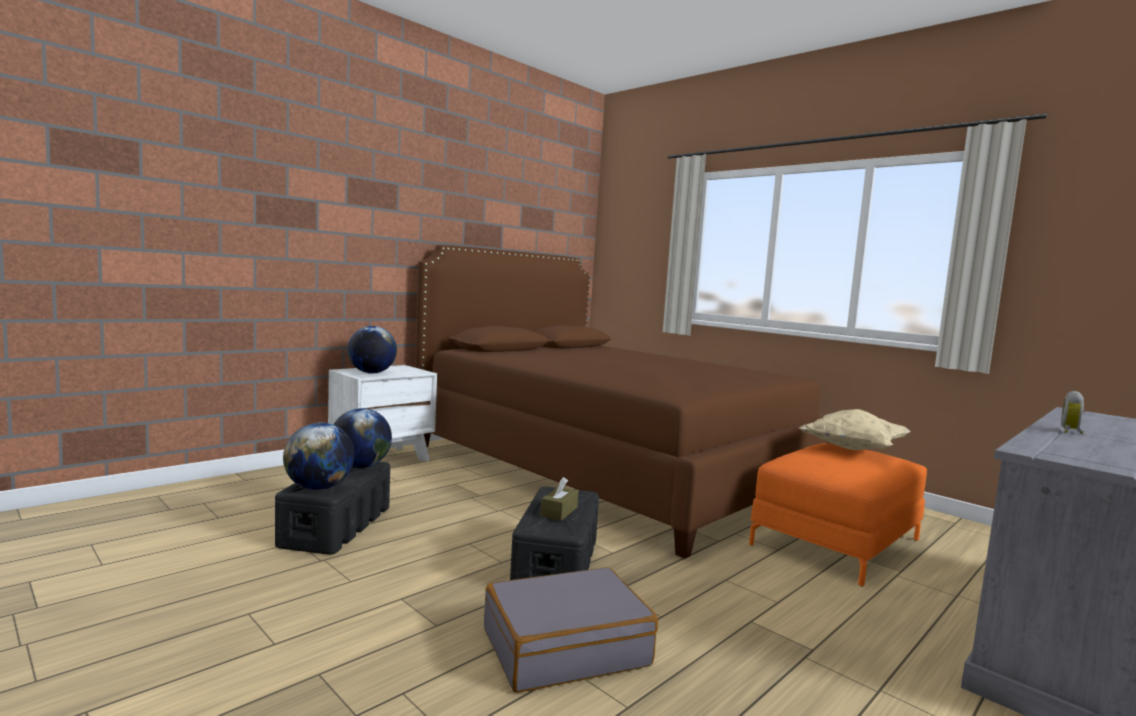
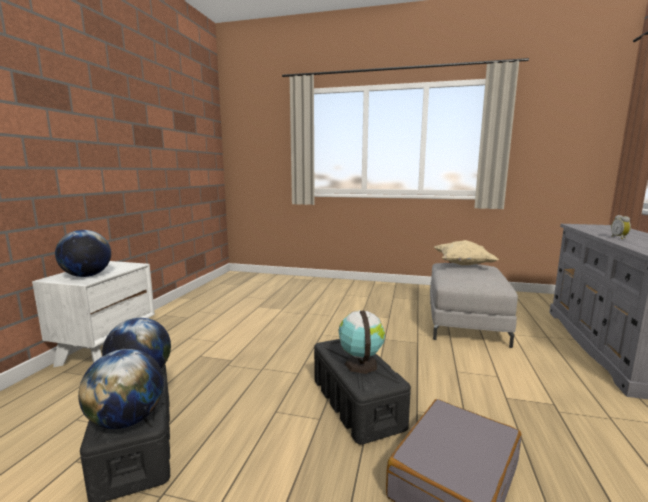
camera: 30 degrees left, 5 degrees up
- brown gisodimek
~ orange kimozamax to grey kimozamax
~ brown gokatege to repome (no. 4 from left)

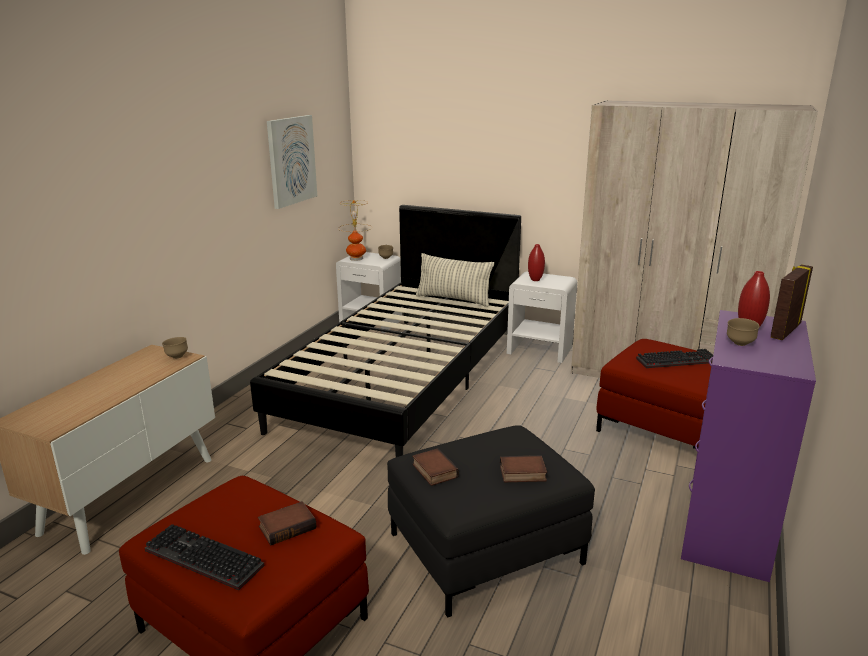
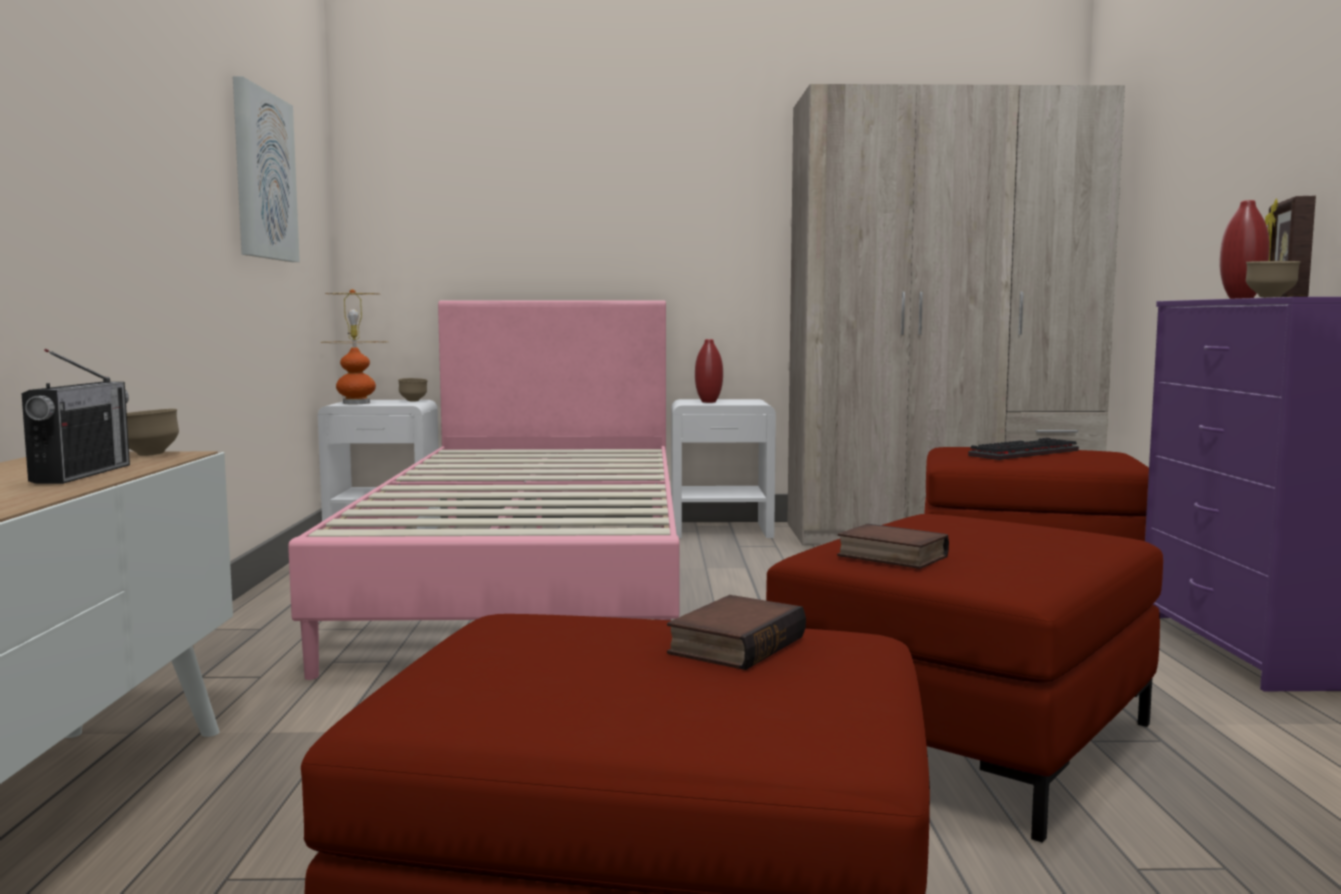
camera: 25 degrees left, 15 degrees down
~ black gisodimek to pink gisodimek
- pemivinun
~ black kimozamax to red kimozamax (no. 2 from left)
- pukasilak (no. 3 from left)
- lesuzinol (no. 1 from left)
+ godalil

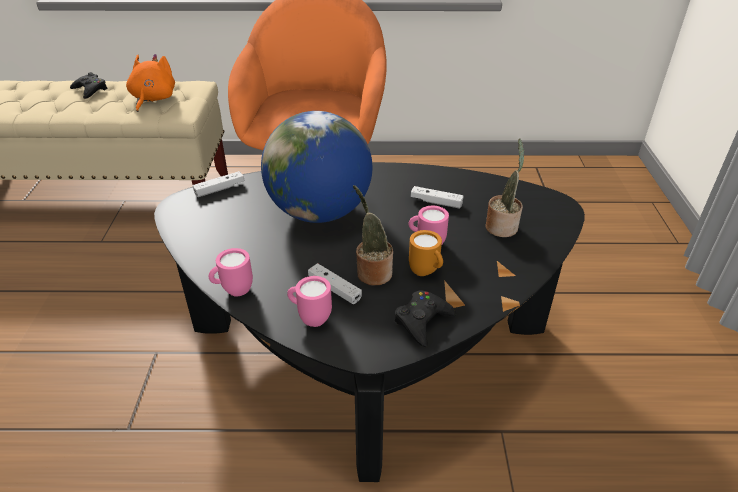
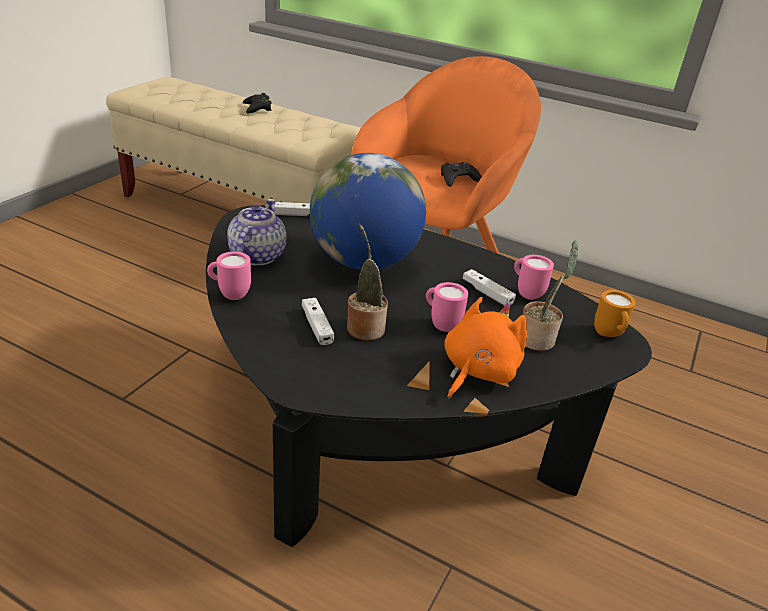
camera: 25 degrees right, 5 degrees down
~ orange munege
~ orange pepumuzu
~ pink pepumuzu (no. 2 from left in the first image) to pink pepumuzu (no. 3 from left)
~ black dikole (no. 2 from left)
+ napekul

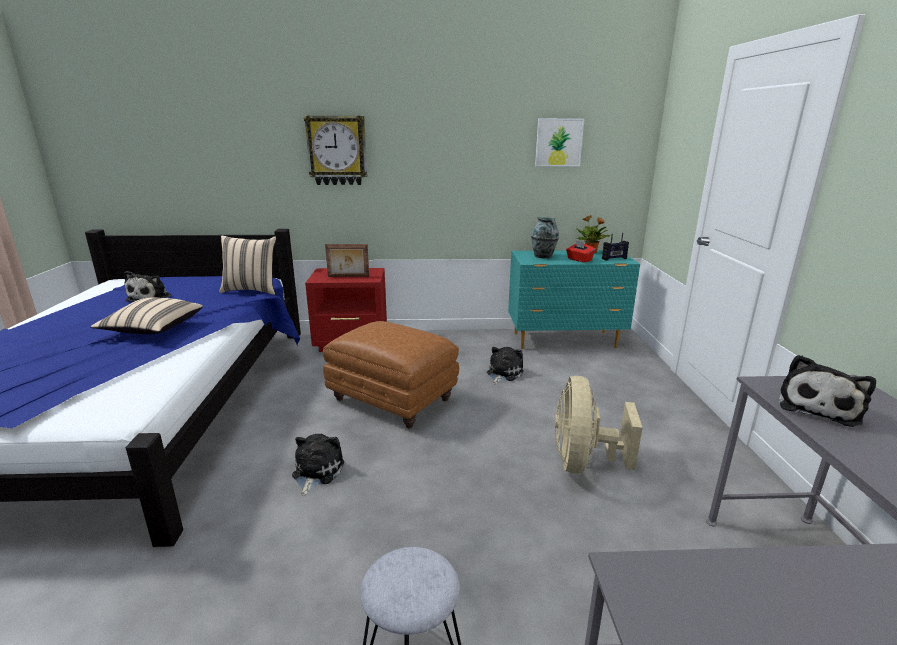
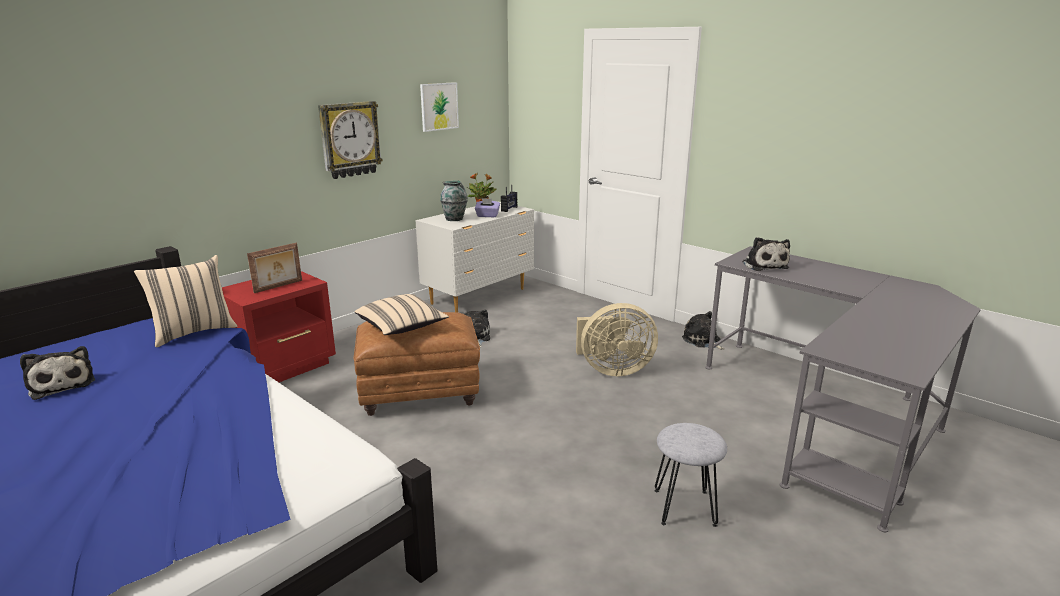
camera: 45 degrees left, 0 degrees up
~ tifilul
~ red gokatege to purple gokatege
~ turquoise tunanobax to white tunanobax
~ beige pemivinun (no. 1 from left in the first image) to beige pemivinun (no. 2 from left)
~ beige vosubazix 60 degrees counterclockwise
~ munege (no. 2 from left in the first image) to munege (no. 3 from left)

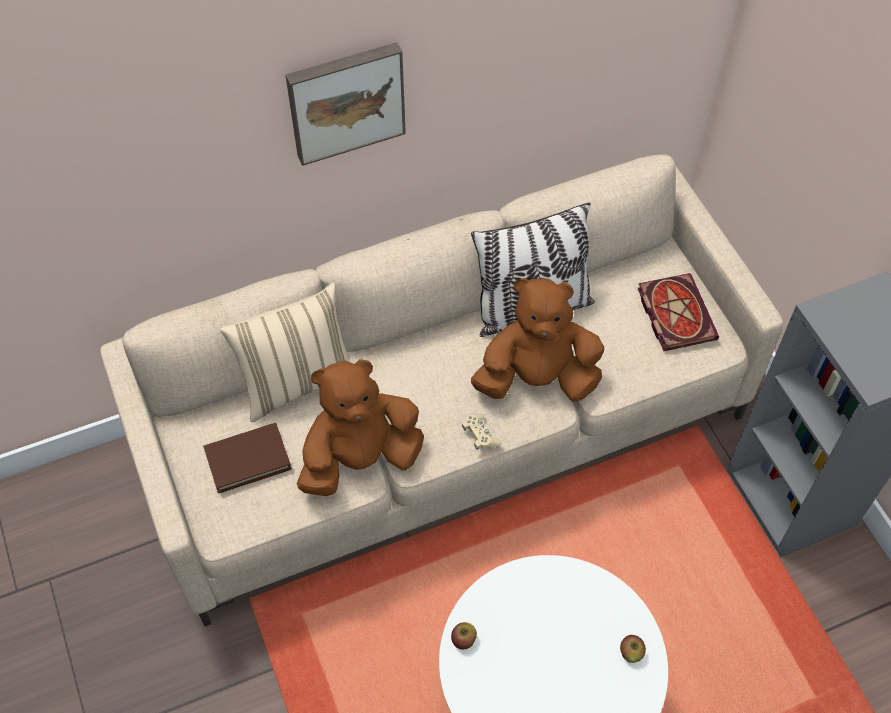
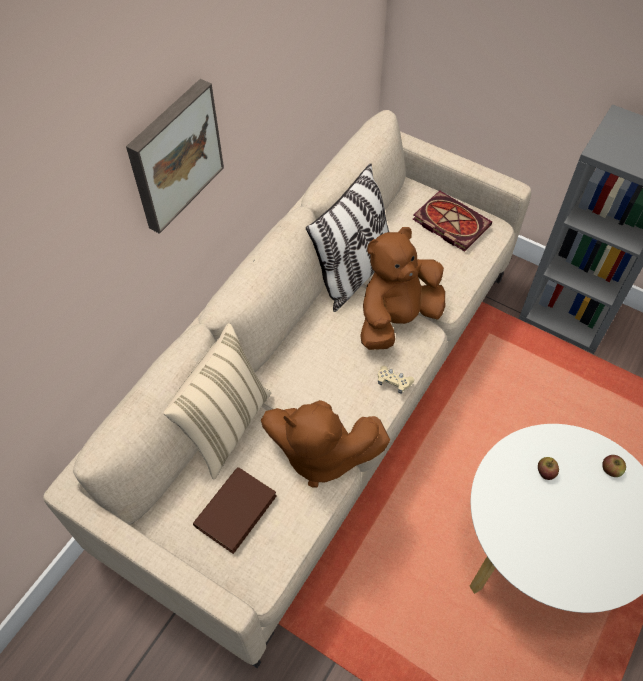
camera: 35 degrees left, 0 degrees up
~ brown munege (no. 1 from left) 105 degrees counterclockwise
~ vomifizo (no. 1 from left)

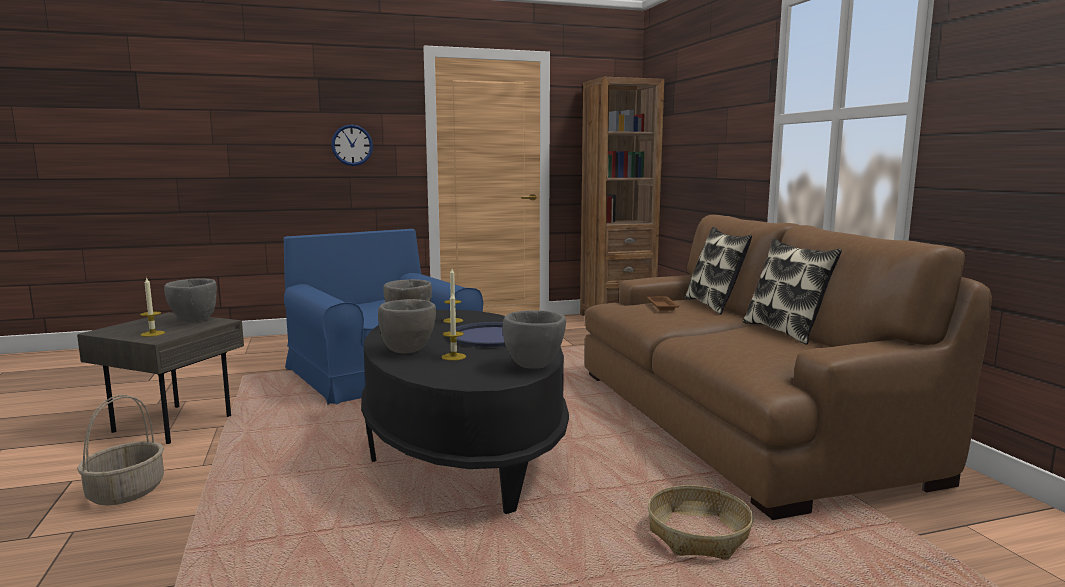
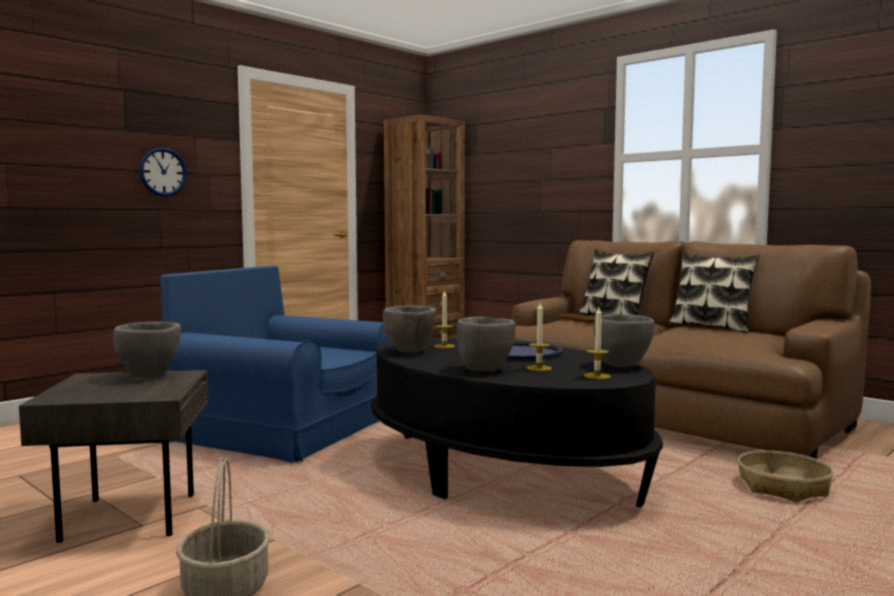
camera: 30 degrees left, 5 degrees down
~ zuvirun (no. 1 from left in the first image) to zuvirun (no. 3 from left)

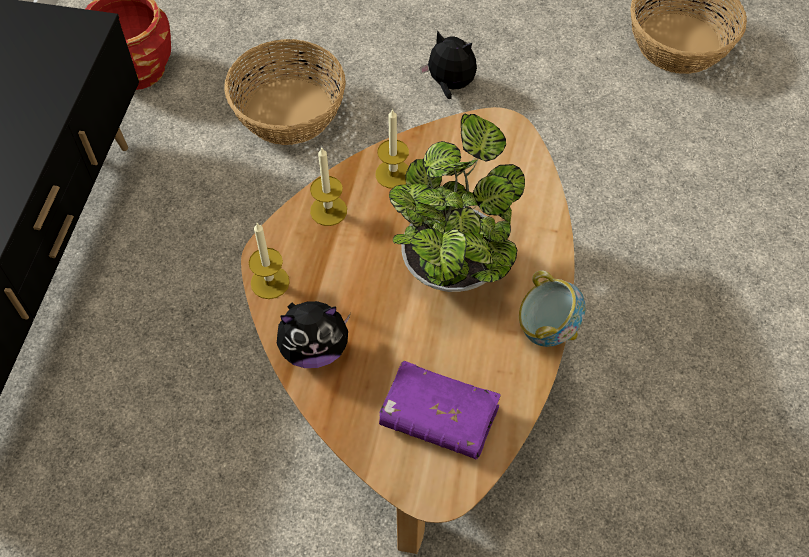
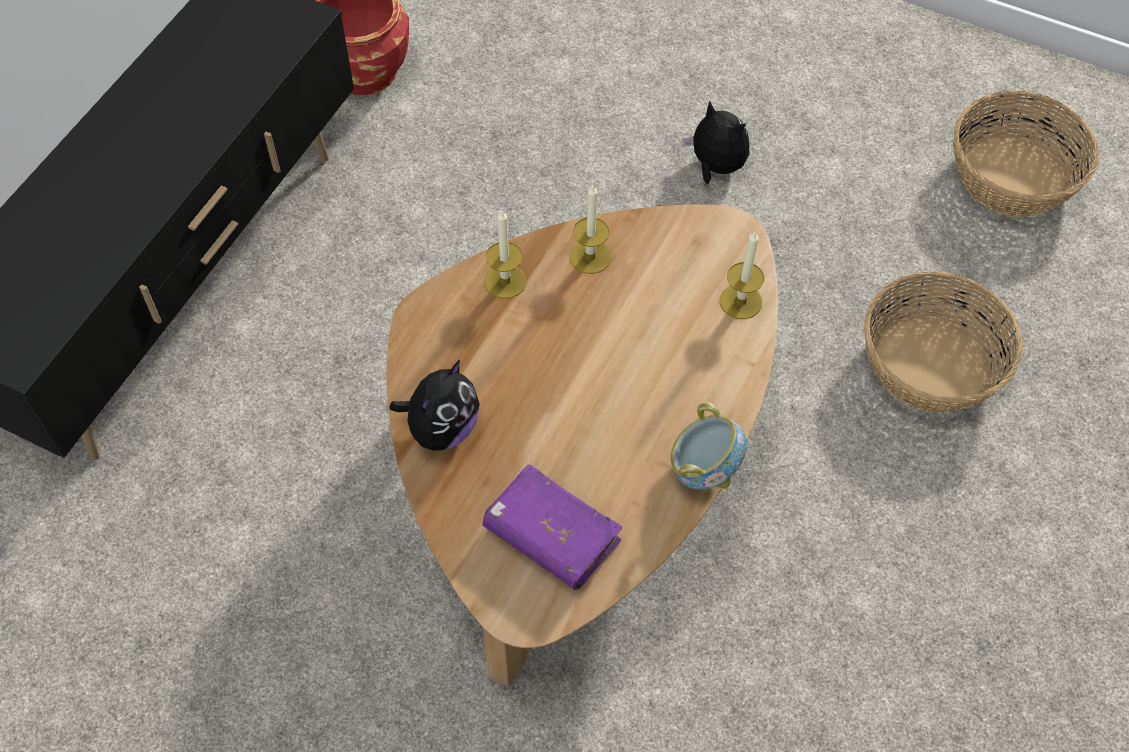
camera: 15 degrees right, 0 degrees up
~ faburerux (no. 1 from left)
- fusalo
~ zuvirun (no. 1 from left in the first image) to zuvirun (no. 3 from left)
~ munege (no. 1 from left) 60 degrees counterclockwise

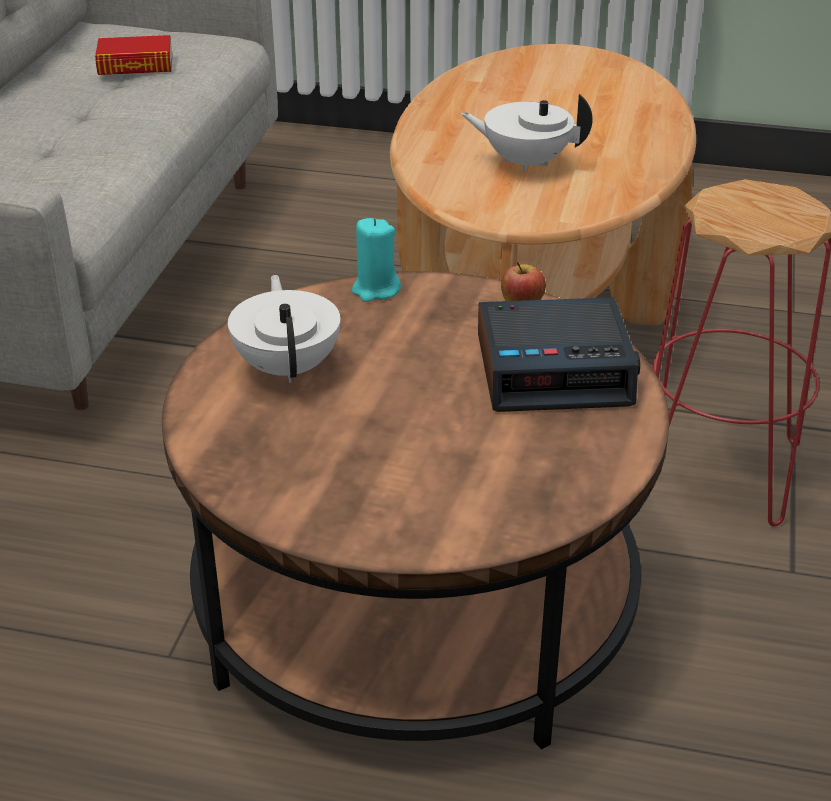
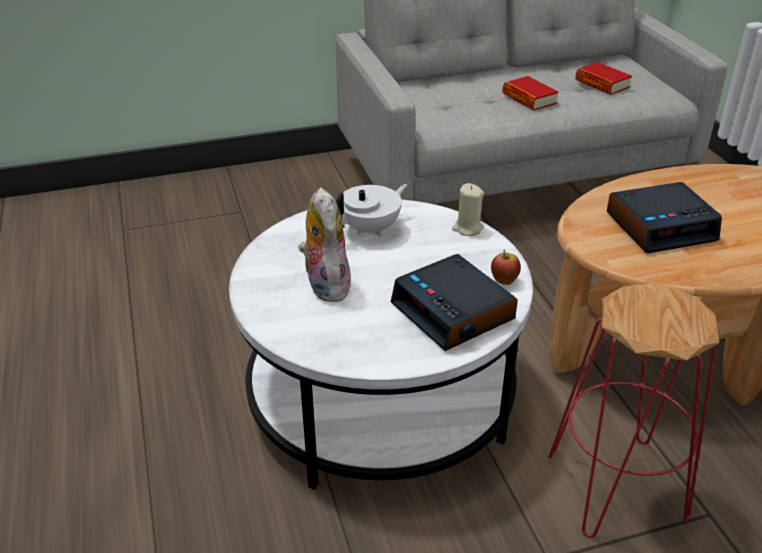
camera: 60 degrees right, 0 degrees up
~ white napekul (no. 2 from left) to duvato (no. 2 from left)
~ turquoise zuvirun to beige zuvirun
~ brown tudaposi (no. 1 from left) to white tudaposi
+ pukasilak (no. 1 from left)
+ munege

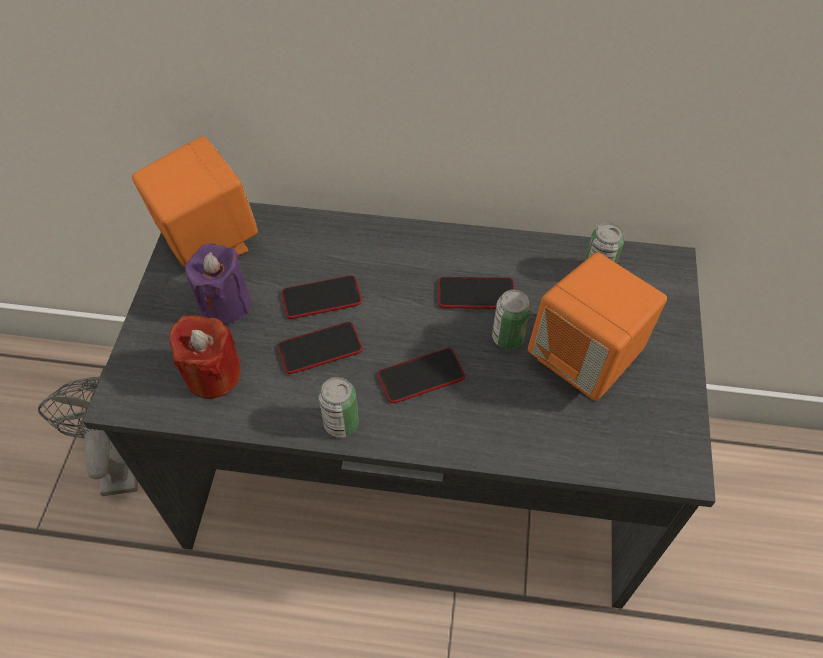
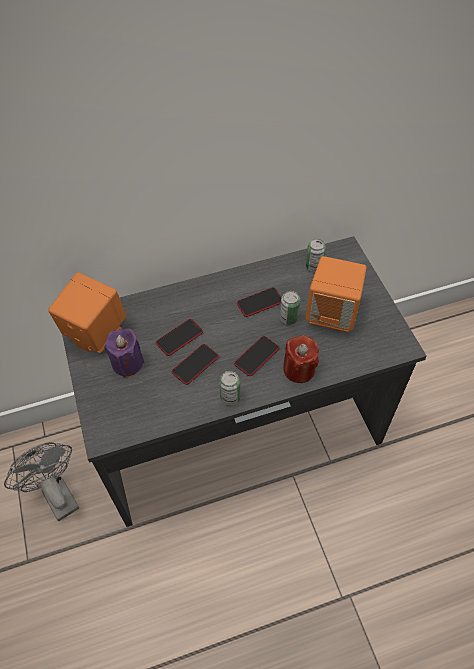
camera: 25 degrees left, 0 degrees up
~ red zuvirun

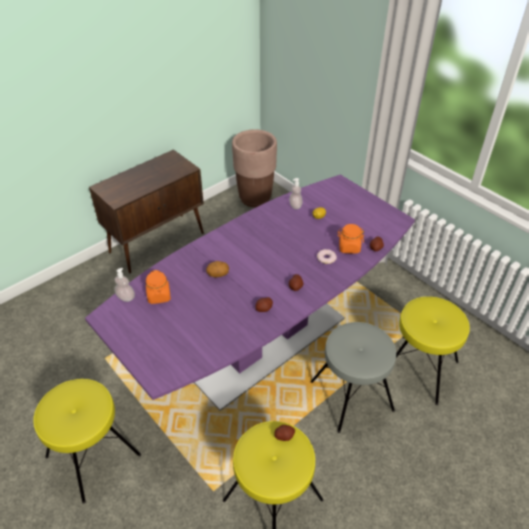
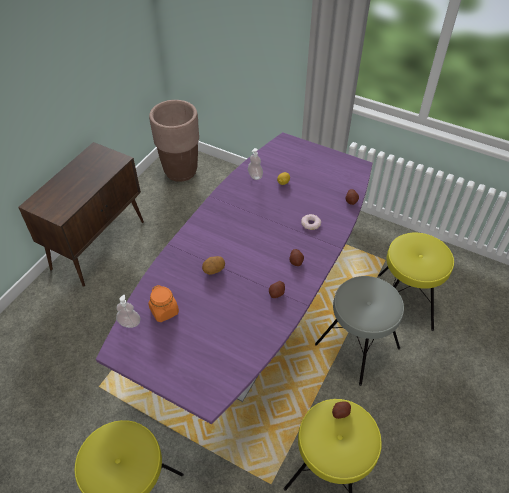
camera: 20 degrees left, 5 degrees up
- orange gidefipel (no. 2 from left)

